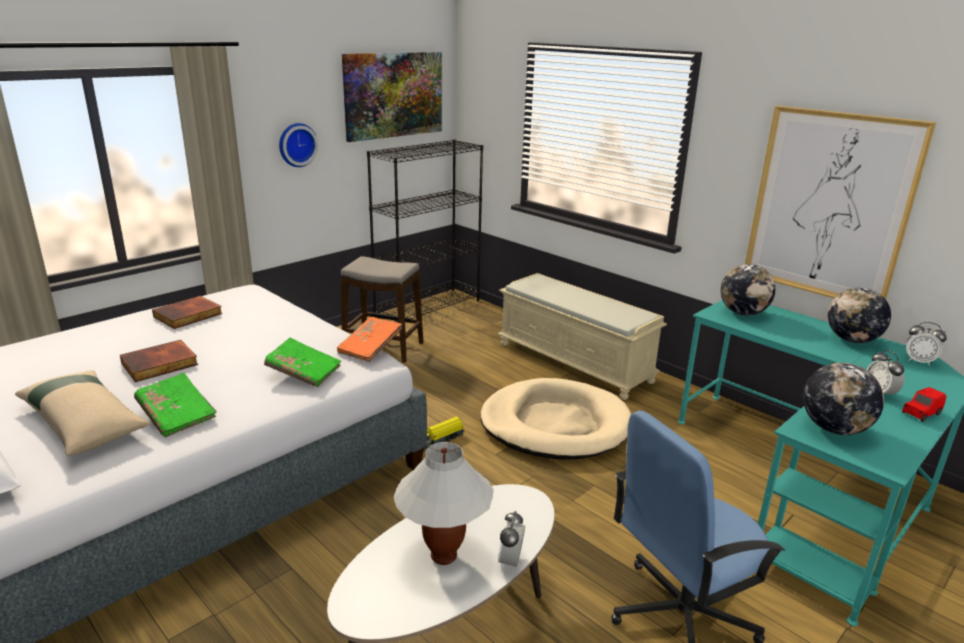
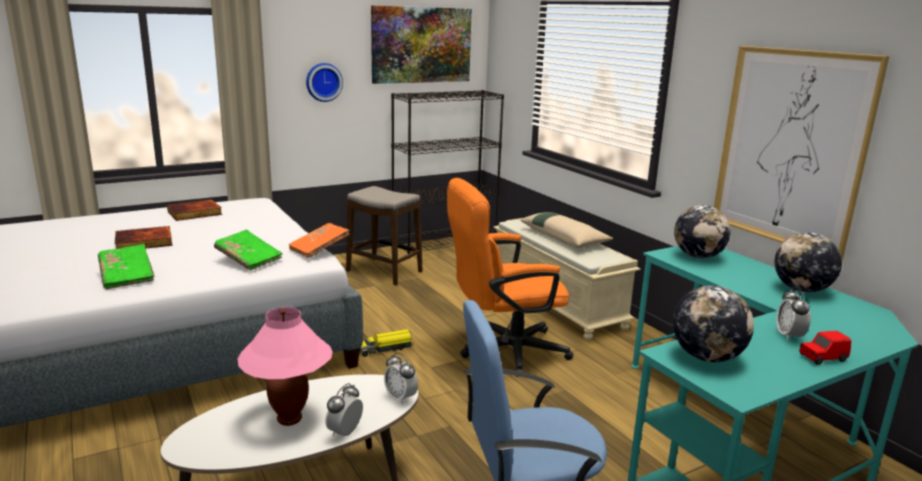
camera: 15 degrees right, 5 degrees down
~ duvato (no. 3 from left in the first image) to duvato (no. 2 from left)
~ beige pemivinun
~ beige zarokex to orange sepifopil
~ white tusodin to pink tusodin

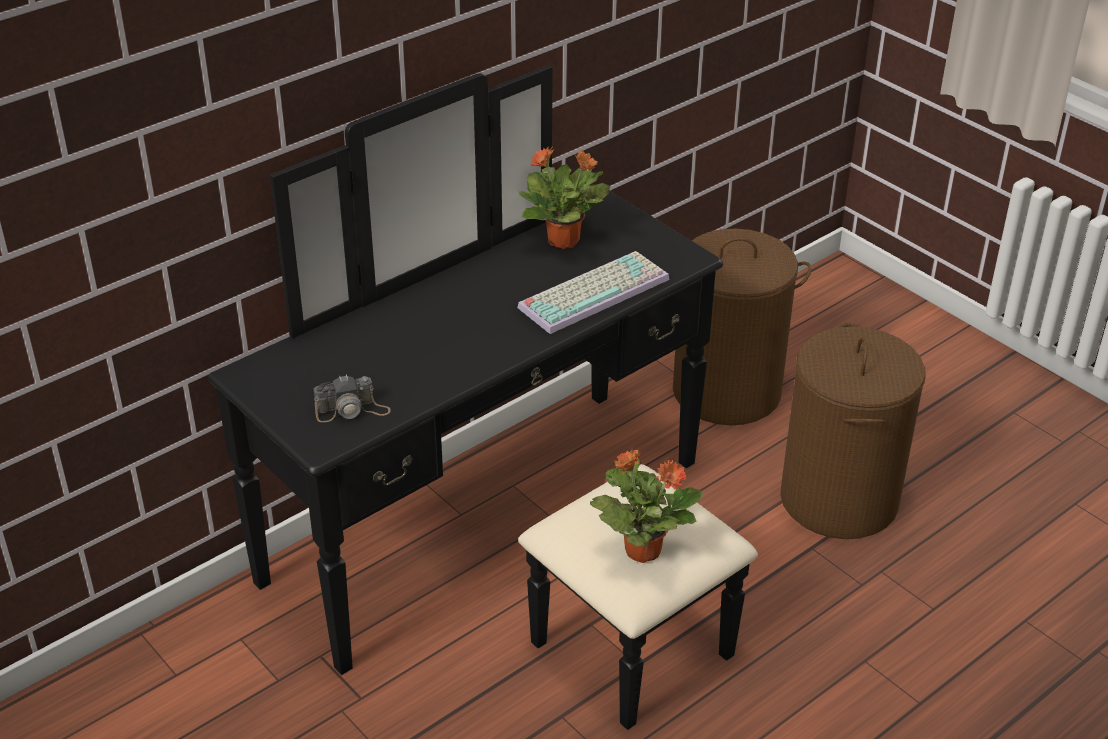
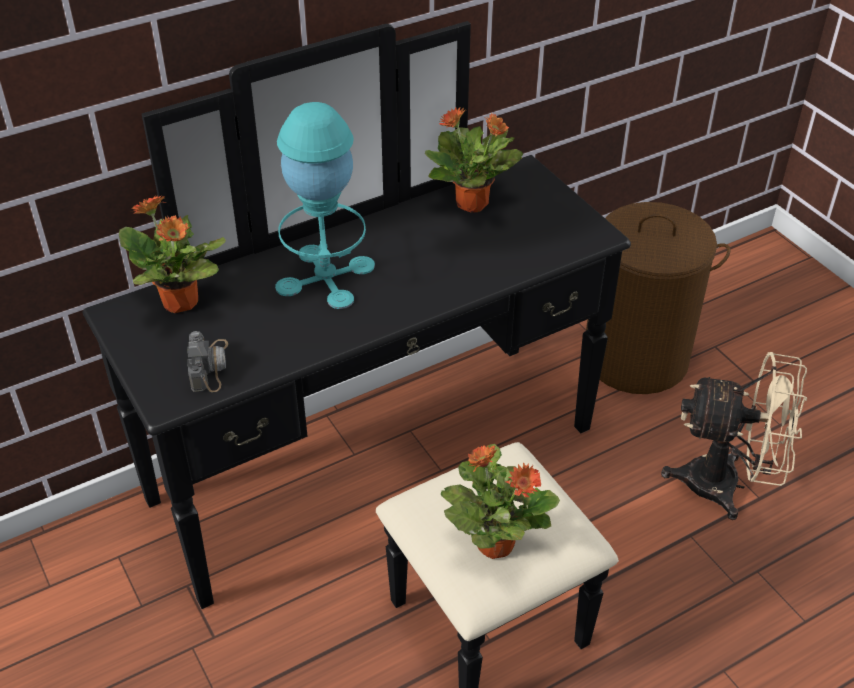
camera: 10 degrees right, 5 degrees up
- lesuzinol
~ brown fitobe (no. 2 from left) to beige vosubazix
~ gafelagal 90 degrees counterclockwise
+ turquoise tusodin
+ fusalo (no. 1 from left)

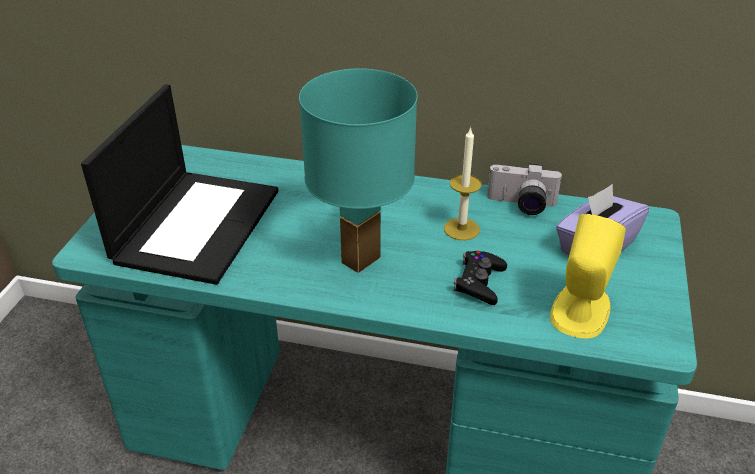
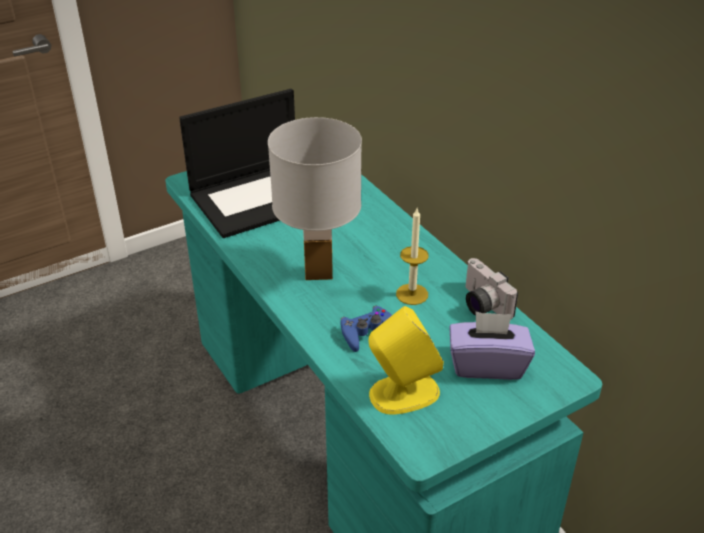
camera: 45 degrees right, 0 degrees up
~ turquoise tusodin to white tusodin
~ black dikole to blue dikole

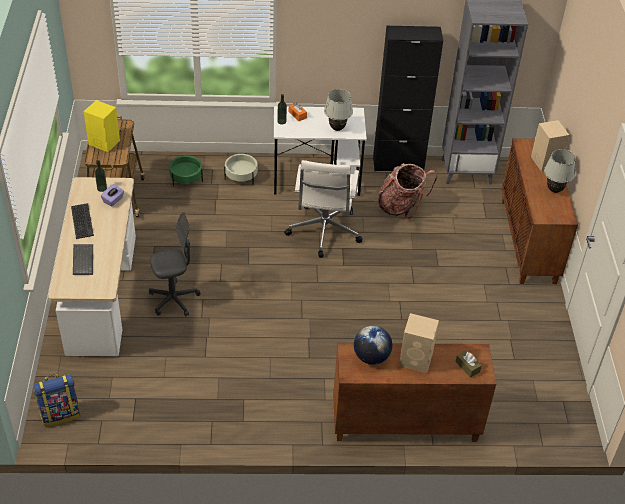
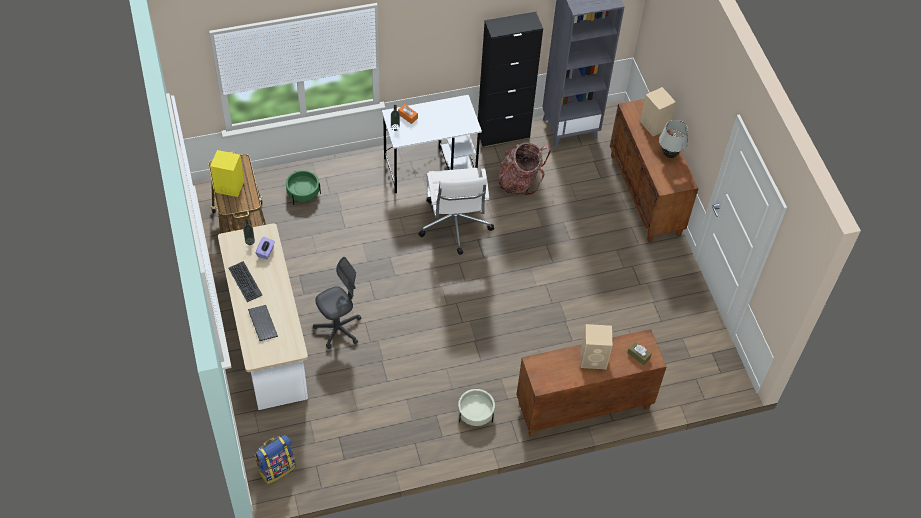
camera: 15 degrees left, 10 degrees up
- white tusodin (no. 1 from left)
~ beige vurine
- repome

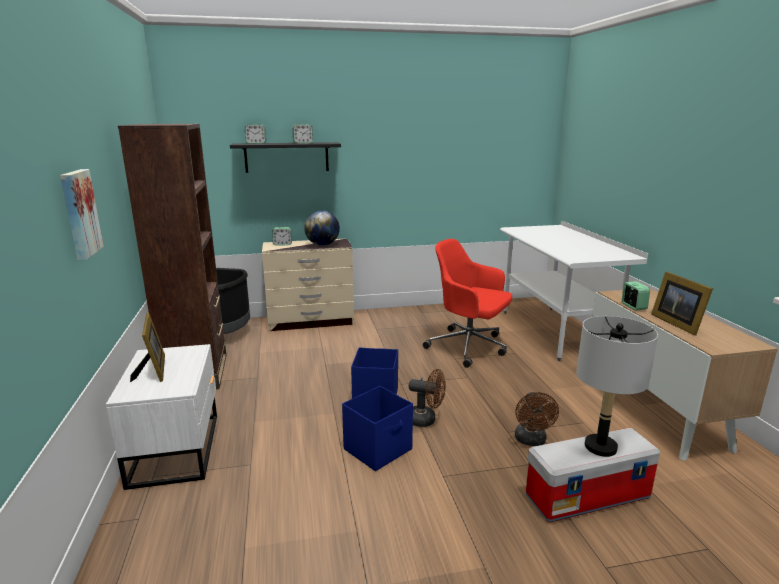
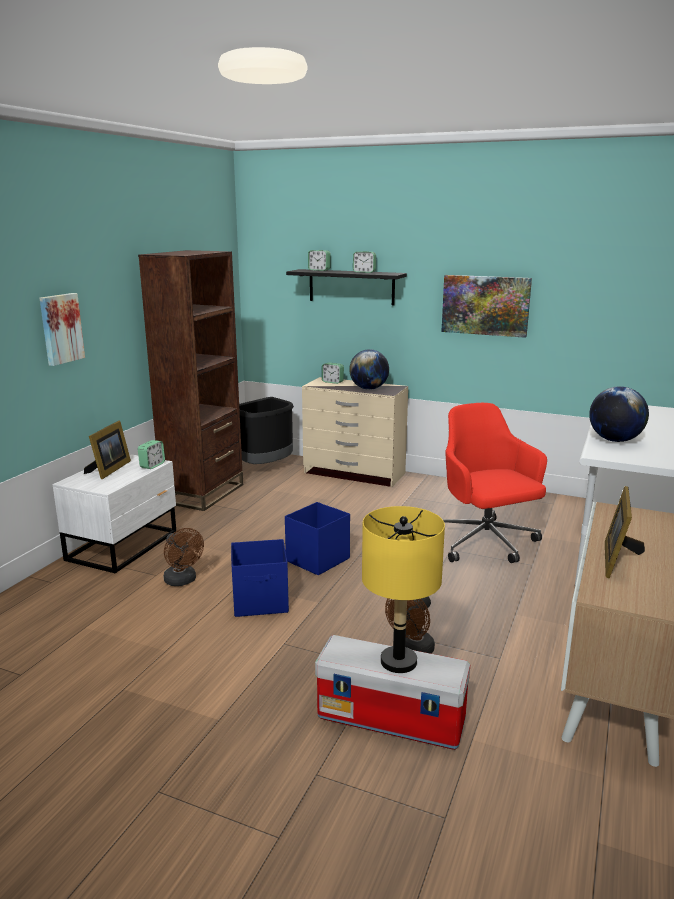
camera: 35 degrees right, 0 degrees up
~ duvato (no. 4 from left in the first image) to duvato (no. 1 from left)
~ grey tusodin to yellow tusodin
~ brown vosubazix (no. 1 from left)
+ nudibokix (no. 2 from left)
+ repome (no. 2 from left)

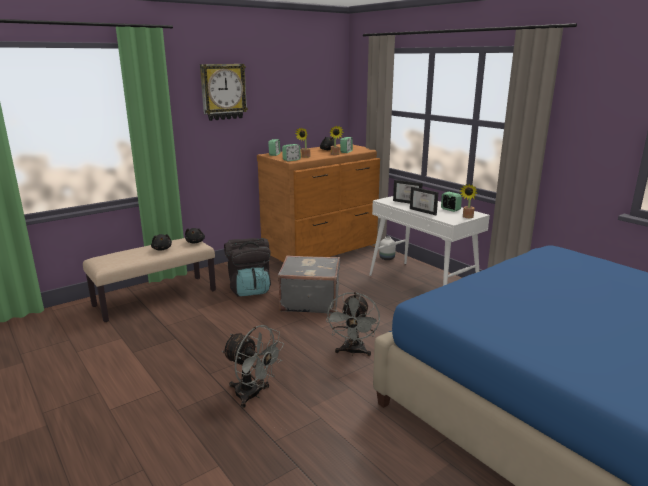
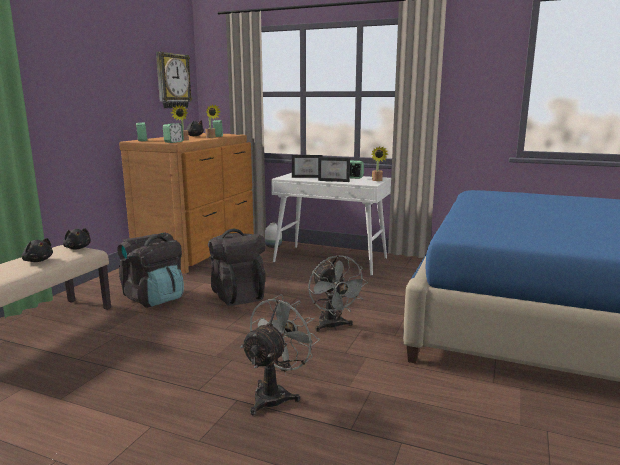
camera: 30 degrees left, 5 degrees down
~ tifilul
~ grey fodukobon to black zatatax (no. 2 from left)
~ grey vosubazix (no. 1 from left) 60 degrees counterclockwise

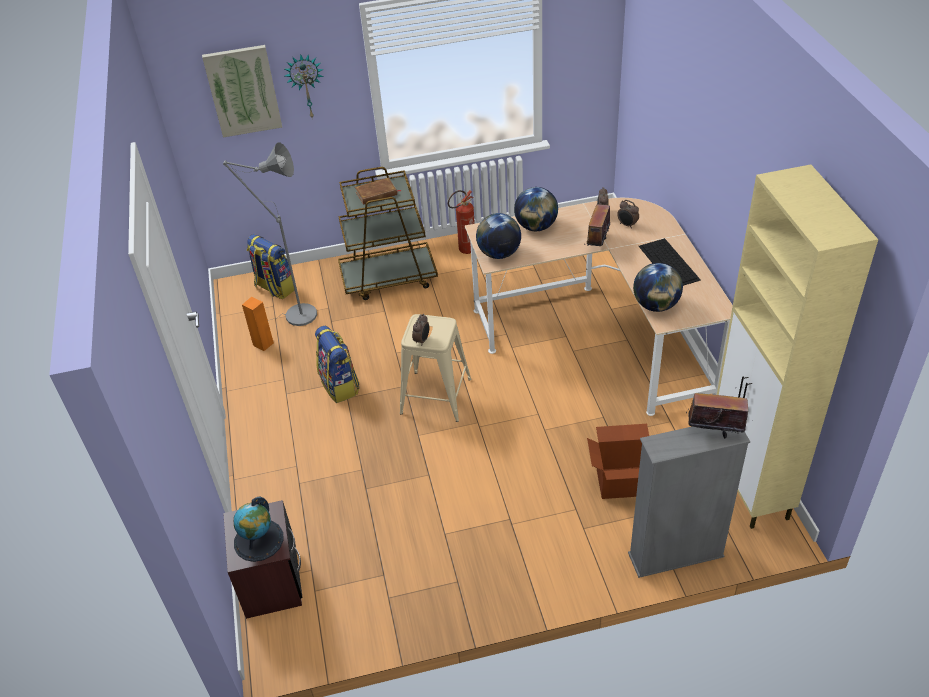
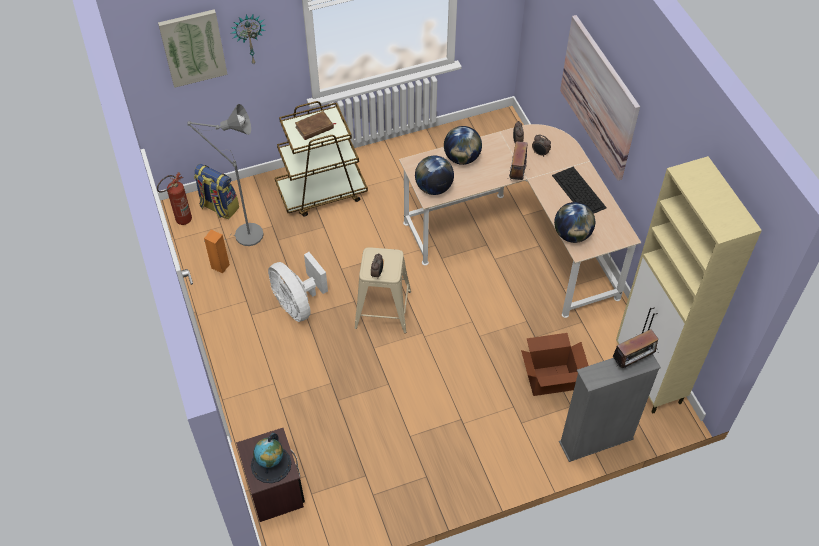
camera: 10 degrees left, 10 degrees up
~ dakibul
~ zatatax (no. 2 from left) to white vosubazix
~ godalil (no. 2 from left) 150 degrees clockwise
+ nudibokix (no. 2 from left)

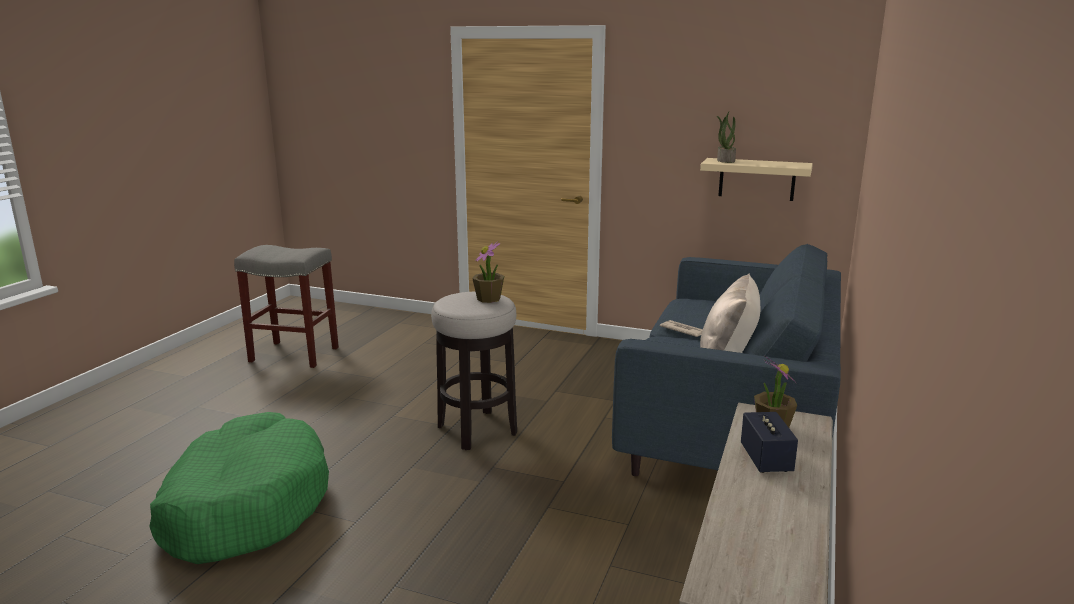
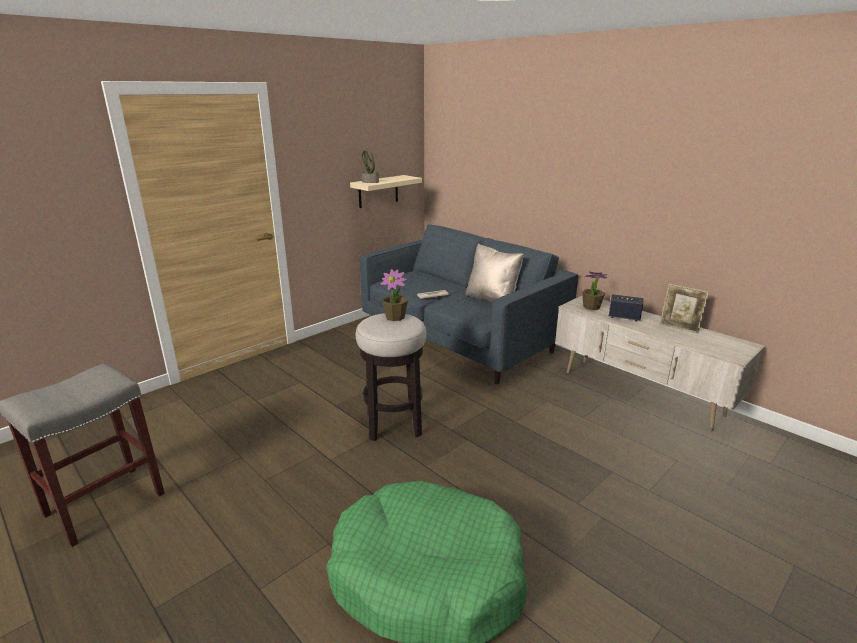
camera: 65 degrees left, 5 degrees up
+ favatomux

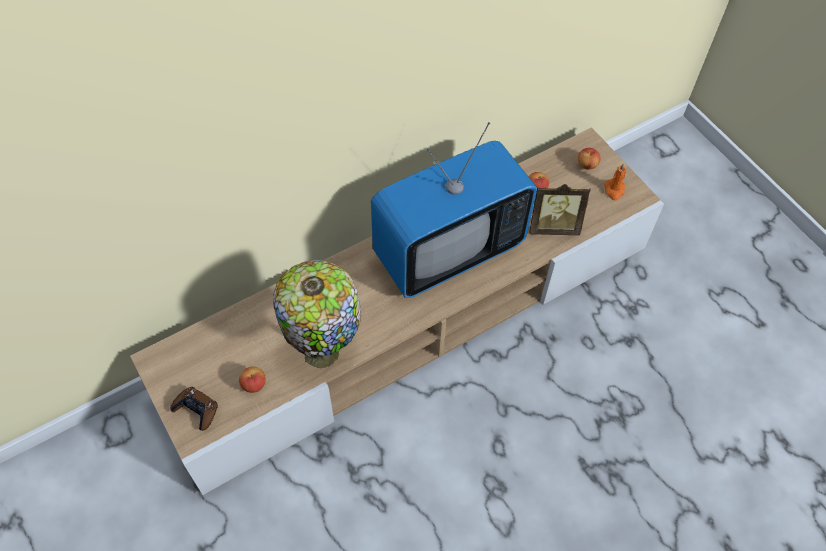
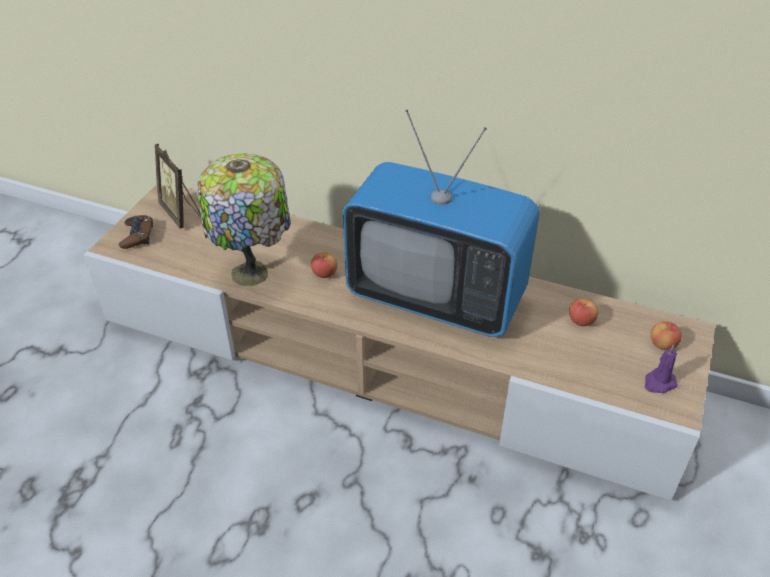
camera: 55 degrees right, 15 degrees down
~ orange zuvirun to purple zuvirun
~ favatomux
~ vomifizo (no. 1 from left)

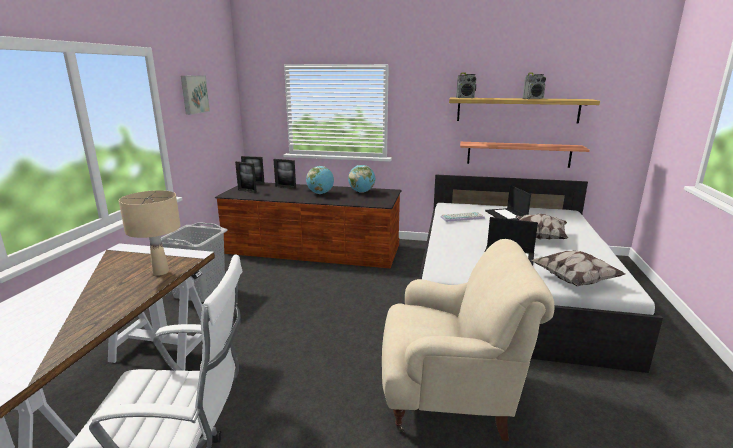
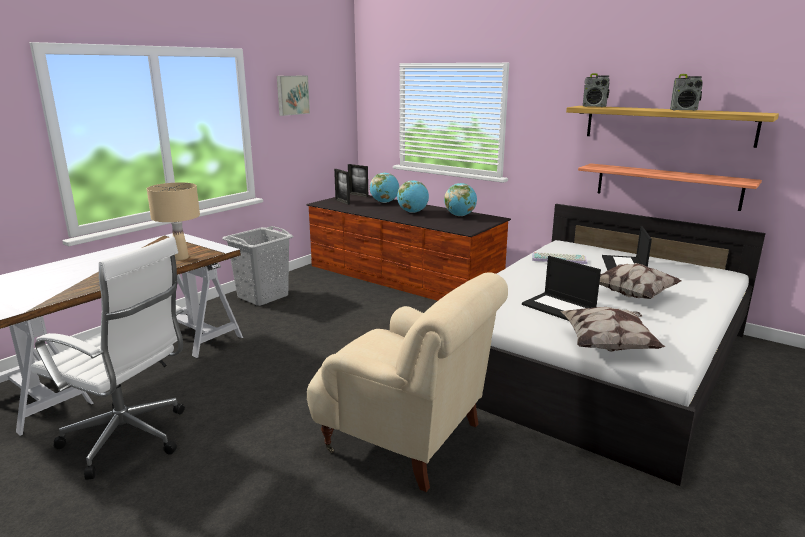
camera: 25 degrees right, 0 degrees up
~ favatomux (no. 3 from left) to repome (no. 1 from left)

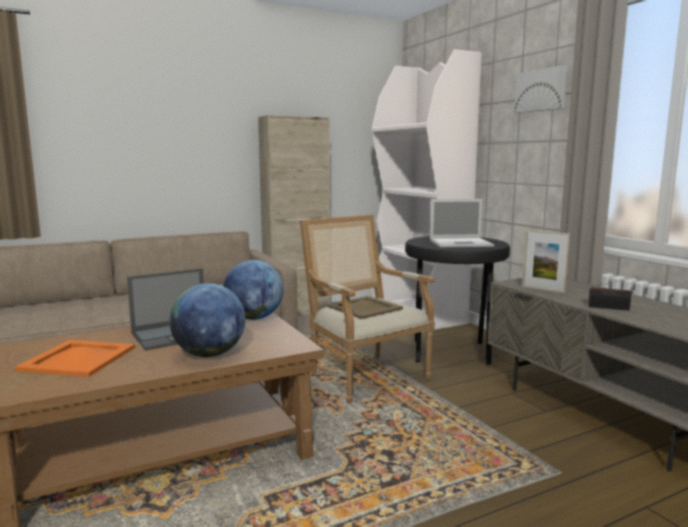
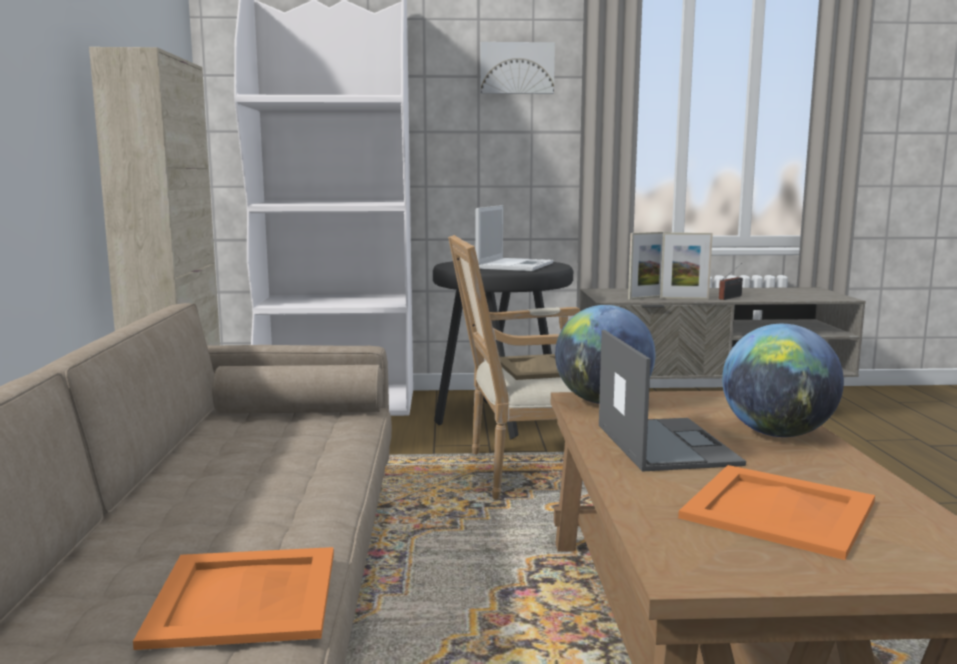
camera: 65 degrees left, 0 degrees up
+ favatomux (no. 2 from left)
+ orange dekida (no. 1 from left)

